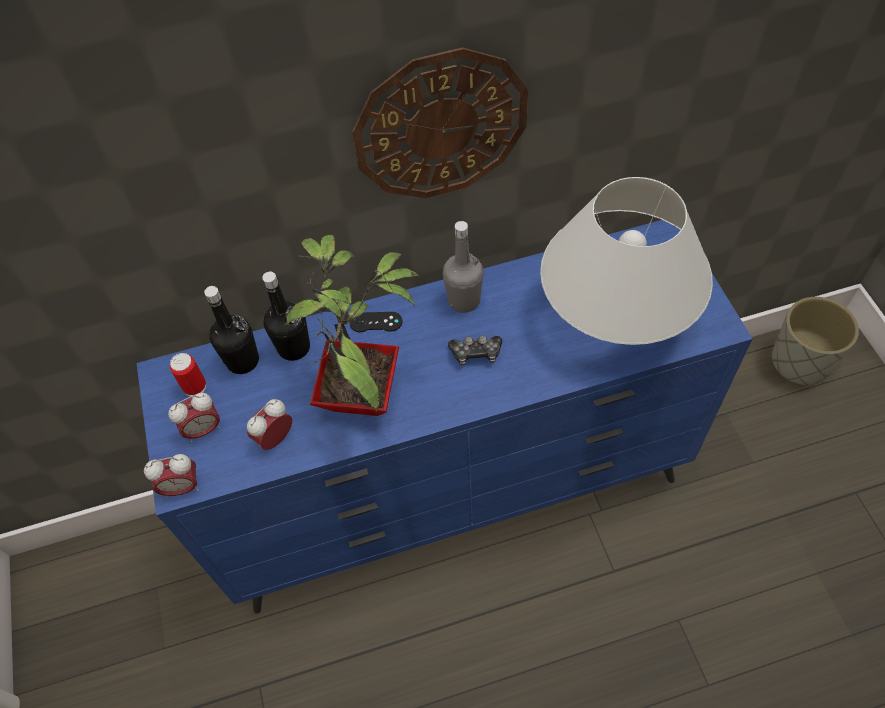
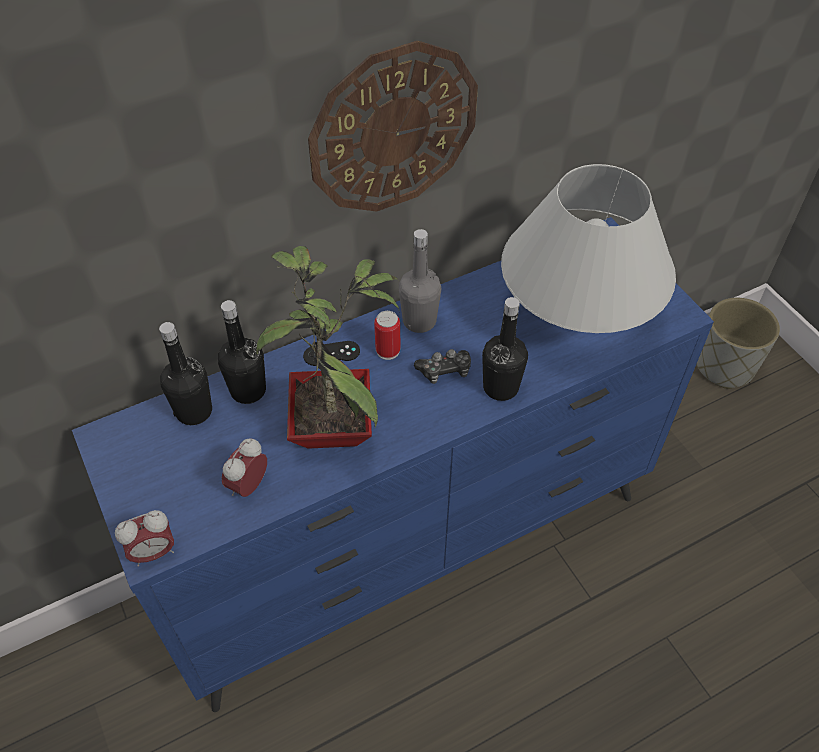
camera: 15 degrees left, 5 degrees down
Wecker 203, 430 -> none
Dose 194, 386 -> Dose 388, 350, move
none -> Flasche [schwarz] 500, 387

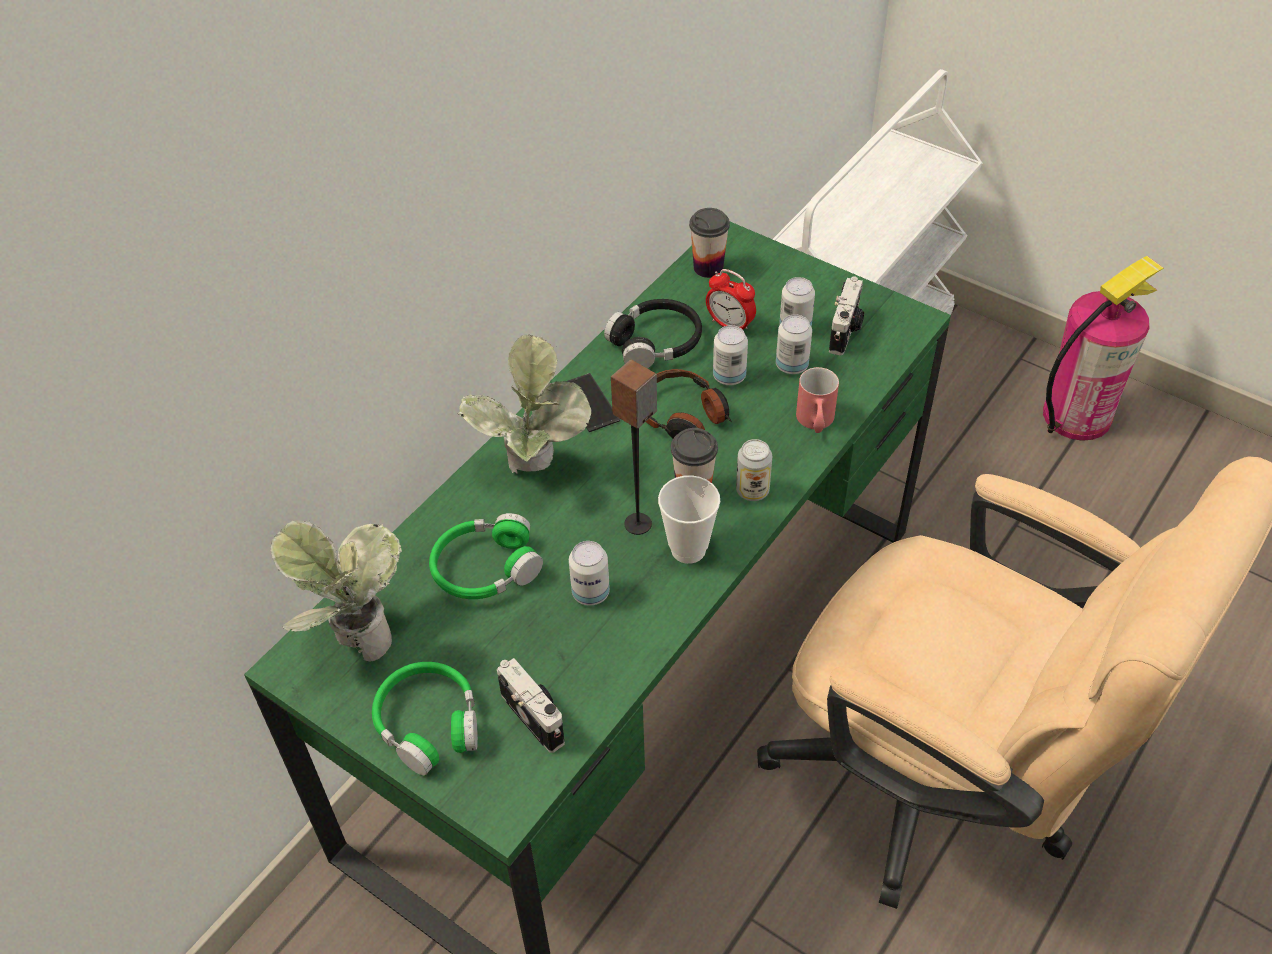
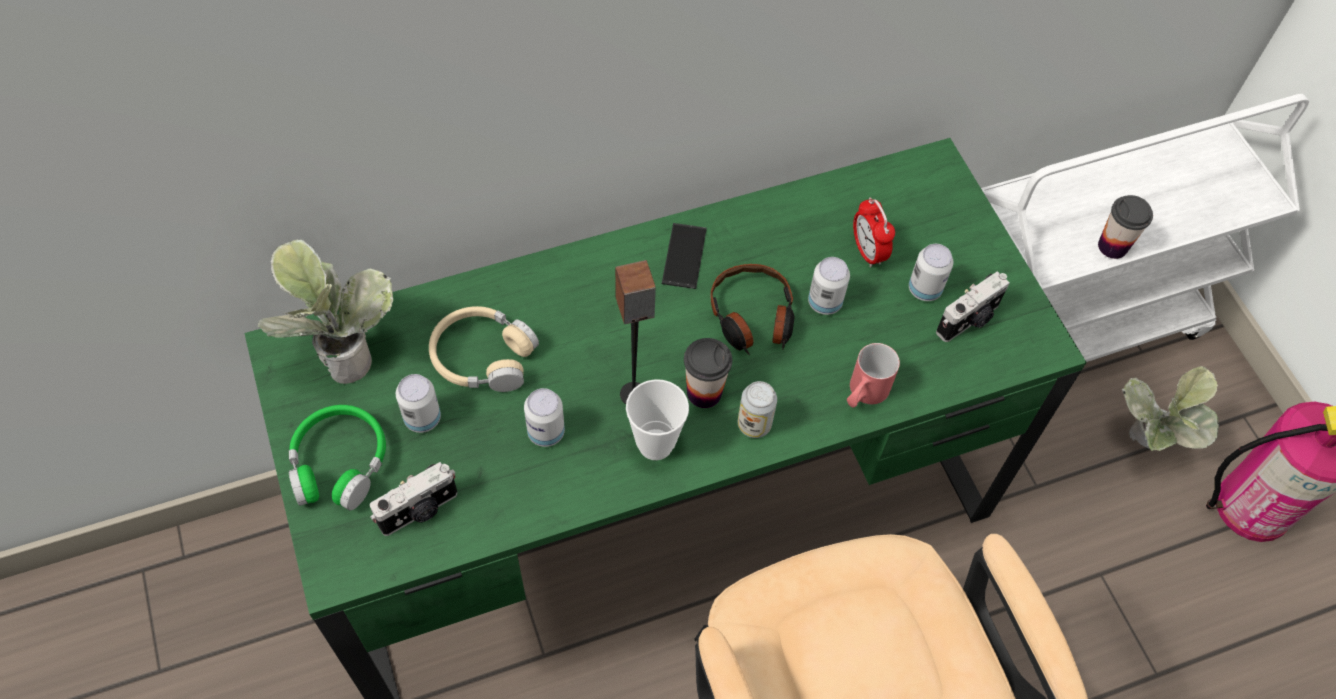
camera: 30 degrees right, 10 degrees up
Kopfhörer [grün] 485, 568 -> Kopfhörer [beige] 483, 357
Topfpflanze 534, 473 -> Topfpflanze 1145, 446, move
Kamera 535, 716 -> Kamera 419, 511, 60 degrees clockwise
Kopfhörer [schwarz] 655, 343 -> none
Tasse 708, 268 -> Tasse 1112, 246, move
Dose 791, 366 -> Dose 422, 418, move

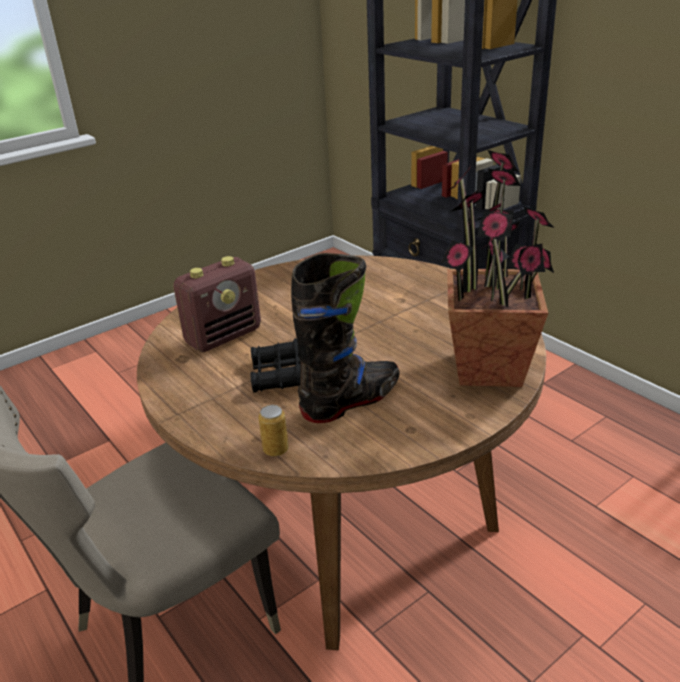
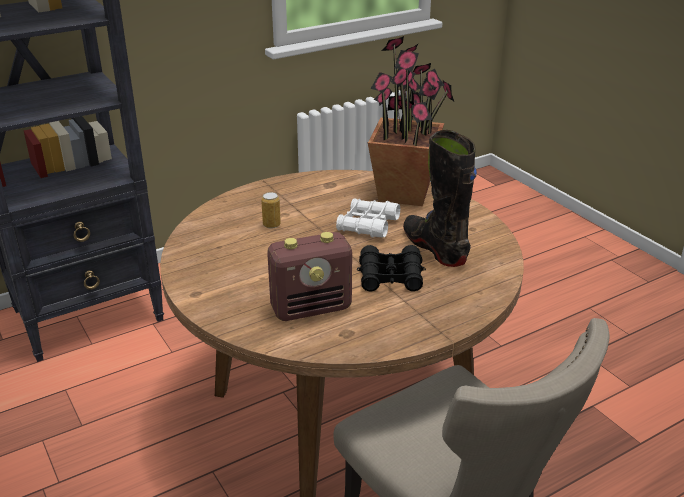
camera: 85 degrees left, 0 degrees up
Radio 224, 336 -> Radio 312, 308, 105 degrees clockwise
Dose 275, 450 -> Dose 271, 225, move
none -> Fernglas [weiß] 368, 225

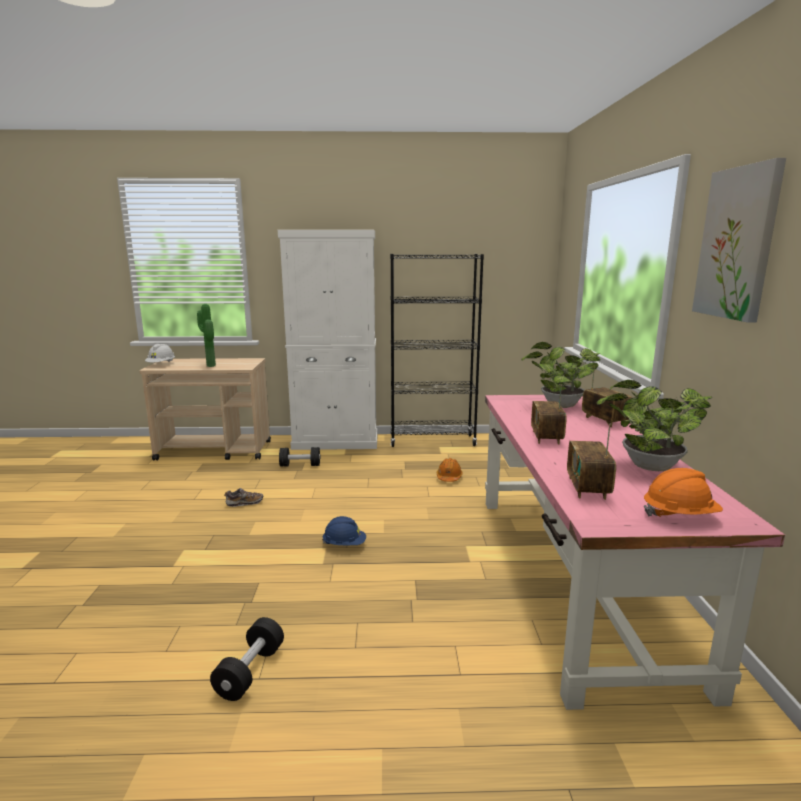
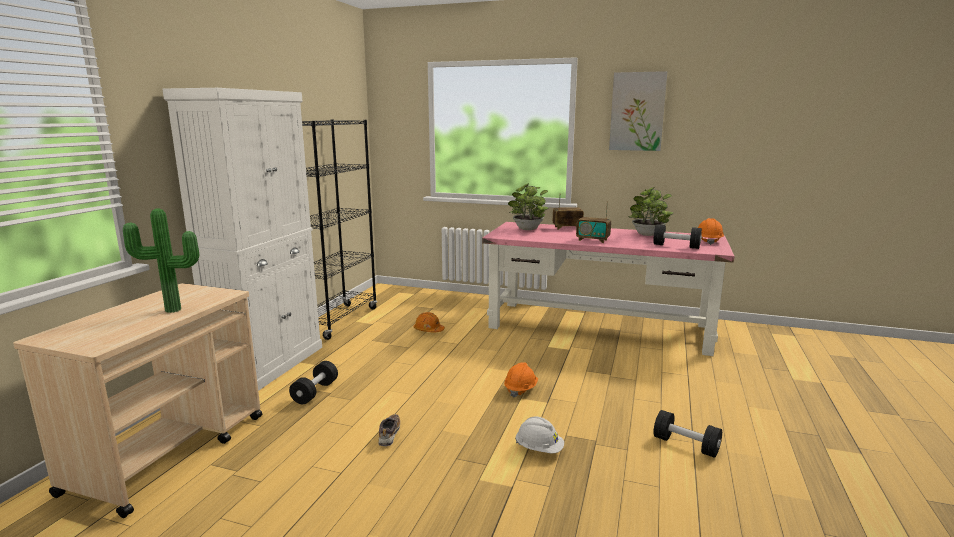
camera: 70 degrees left, 0 degrees up
Schutzhelm [weiß] 161, 365 -> Schutzhelm [weiß] 539, 449, move
Schutzhelm [blau] 344, 544 -> Schutzhelm [orange] 520, 389
Radio 587, 488 -> Hantel [schwarz] 676, 246

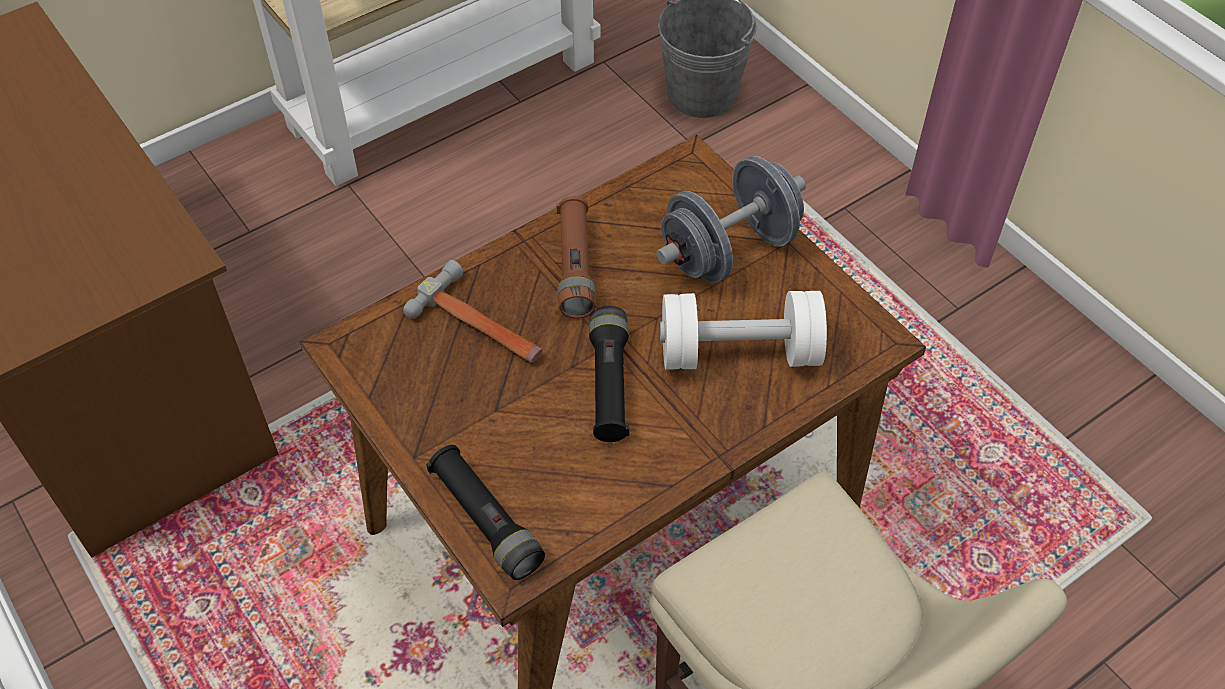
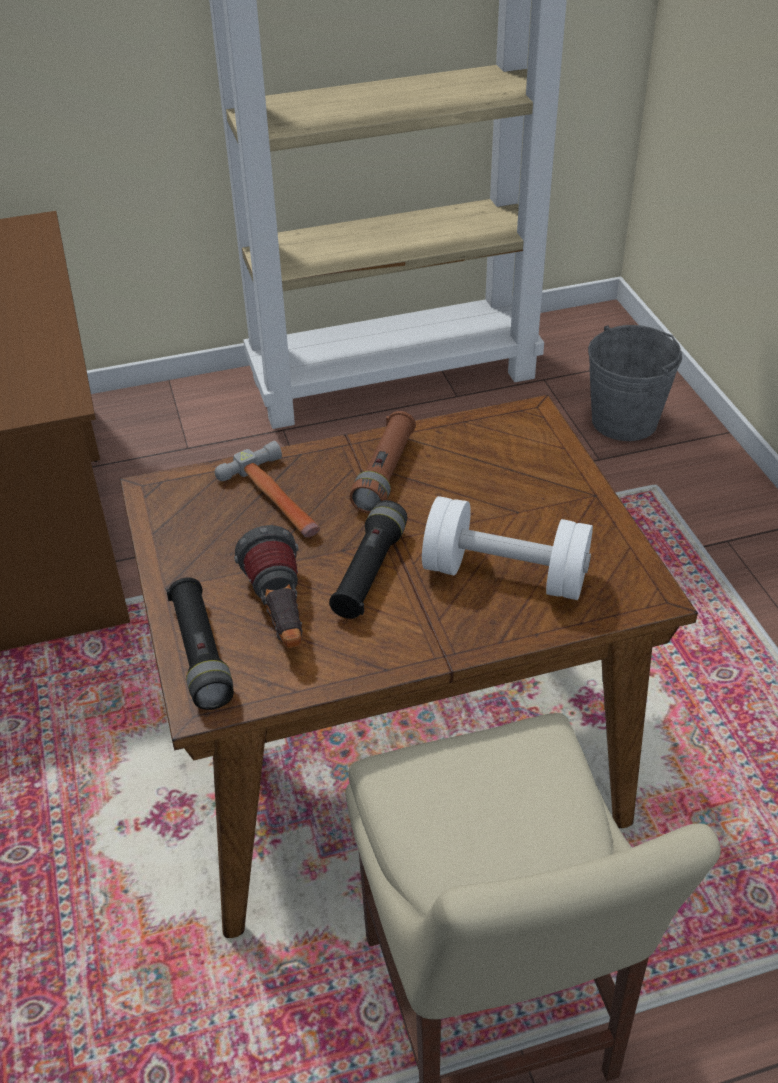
camera: 20 degrees right, 10 degrees down
Hantel [grau] 729, 250 -> none
none -> Taschenlampe 280, 614

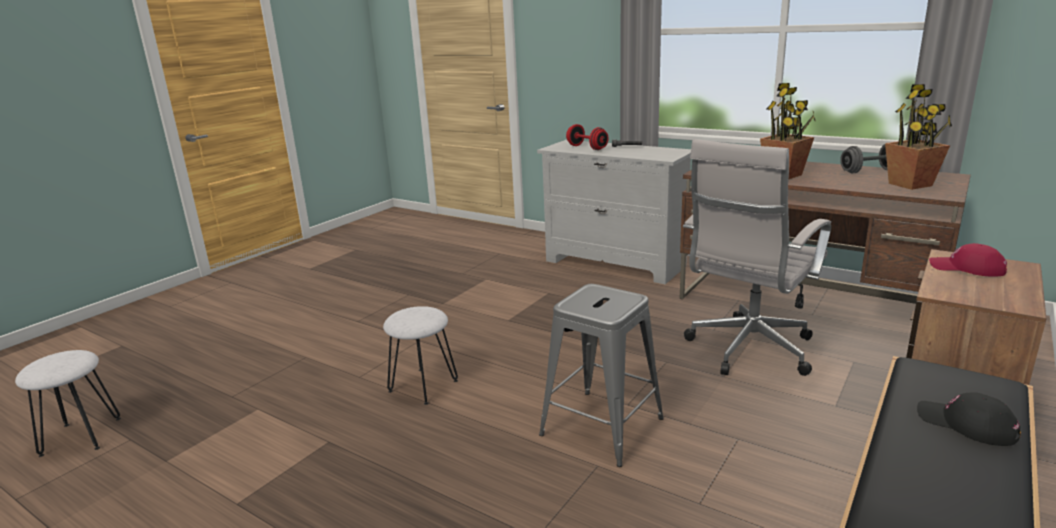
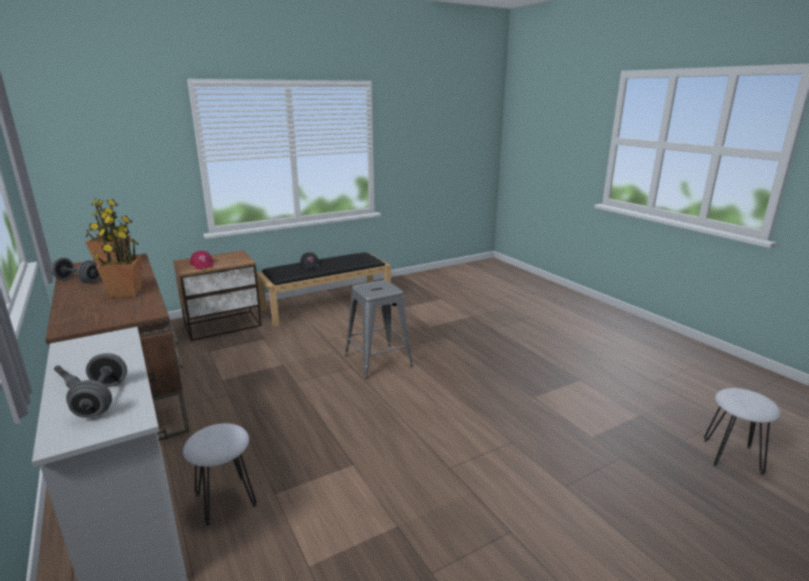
camera: 155 degrees left, 0 degrees up
Hocker [weiß] 423, 386 -> Hocker [weiß] 226, 499, move
Hantel [rot] 587, 147 -> Hantel [grau] 102, 399
Bürostuhl [weiß] 747, 351 -> none

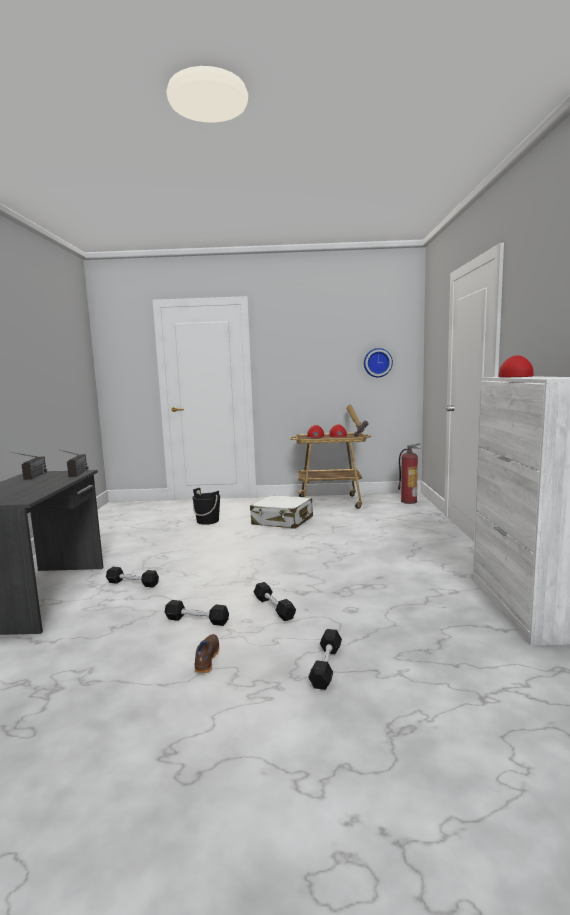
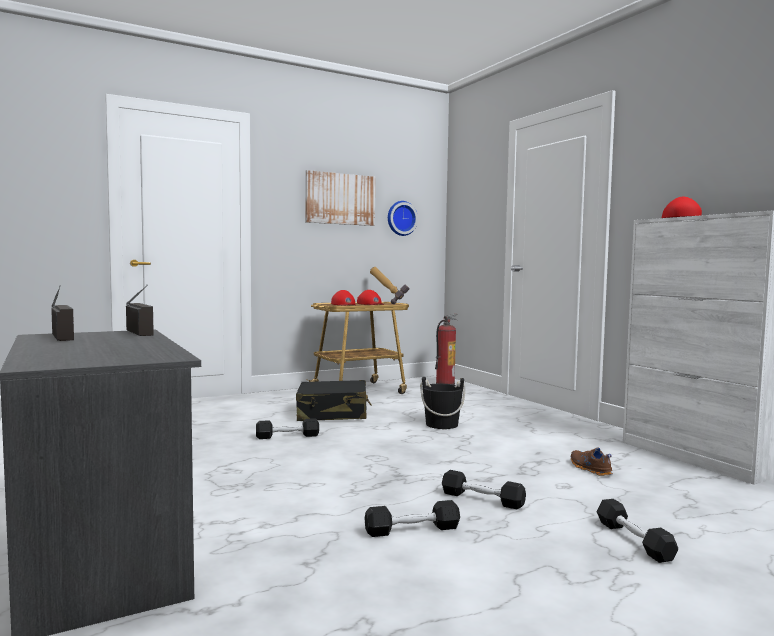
camera: 30 degrees left, 5 degrees down
Hantel [schwarz] 133, 583 -> Hantel [schwarz] 287, 436, move
Eimer [schwarz] 207, 521 -> Eimer [schwarz] 441, 424, move
Schuh [braun] 206, 659 -> Schuh [braun] 589, 469, move
Koffer [weiß] 282, 521 -> Koffer [schwarz] 333, 414
none -> Bild 340, 199

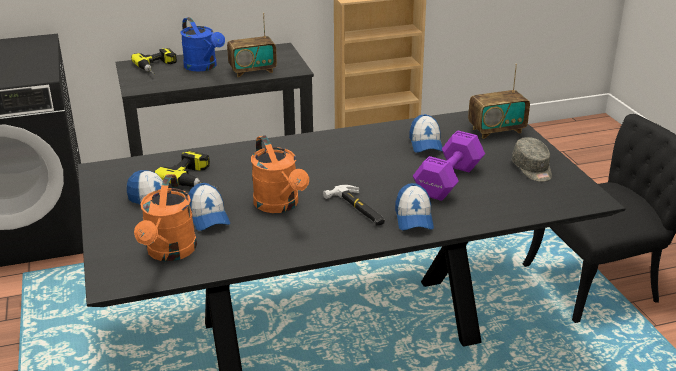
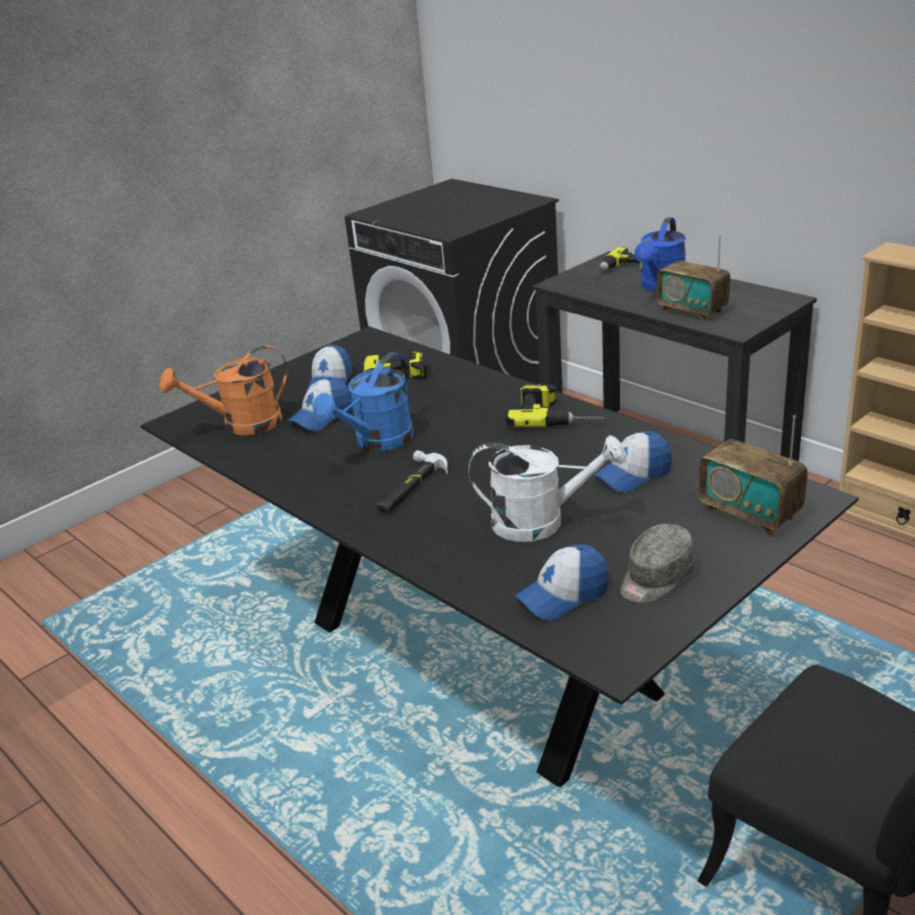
camera: 65 degrees right, 0 degrees up
Gießkanne [orange] 280, 205 -> Gießkanne [blau] 377, 442
Kappe 414, 218 -> Kappe 563, 595, move
Hantel [lila] 447, 181 -> Gießkanne [weiß] 541, 522
none -> Bohrmaschine 556, 414

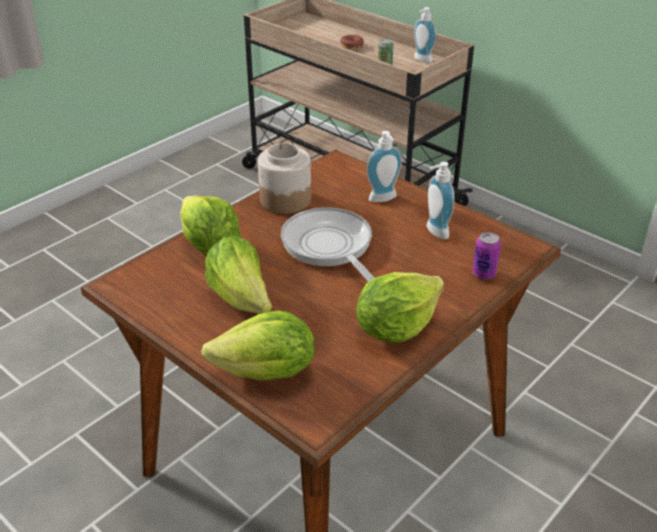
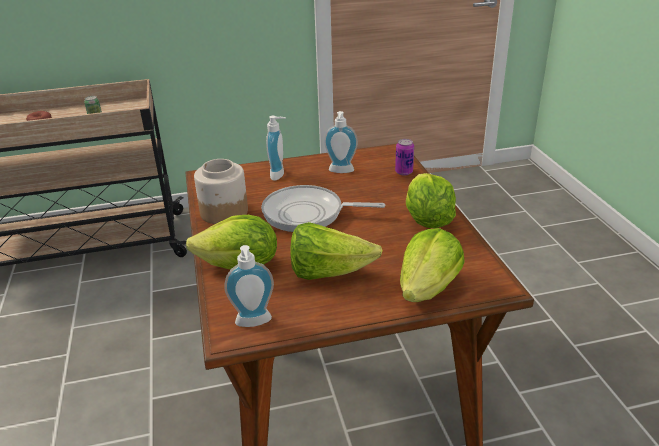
camera: 55 degrees left, 5 degrees down
Seifenspender 421, 60 -> Seifenspender 254, 323, move

